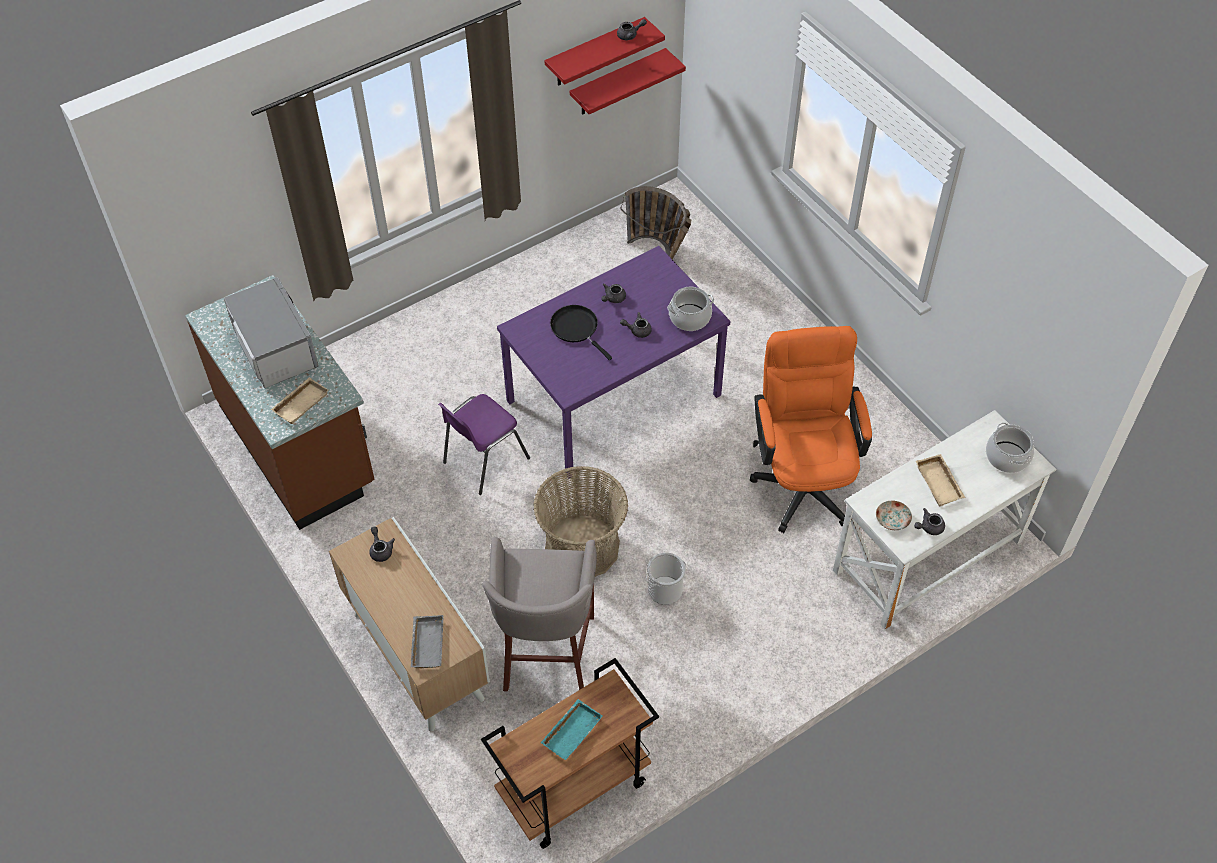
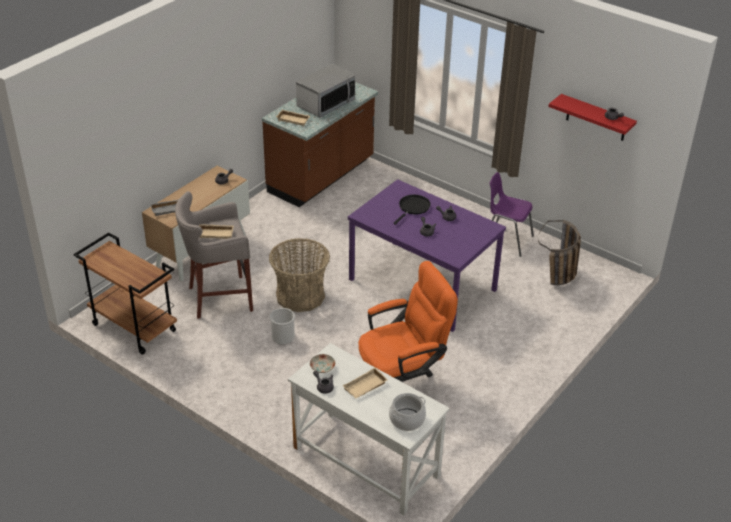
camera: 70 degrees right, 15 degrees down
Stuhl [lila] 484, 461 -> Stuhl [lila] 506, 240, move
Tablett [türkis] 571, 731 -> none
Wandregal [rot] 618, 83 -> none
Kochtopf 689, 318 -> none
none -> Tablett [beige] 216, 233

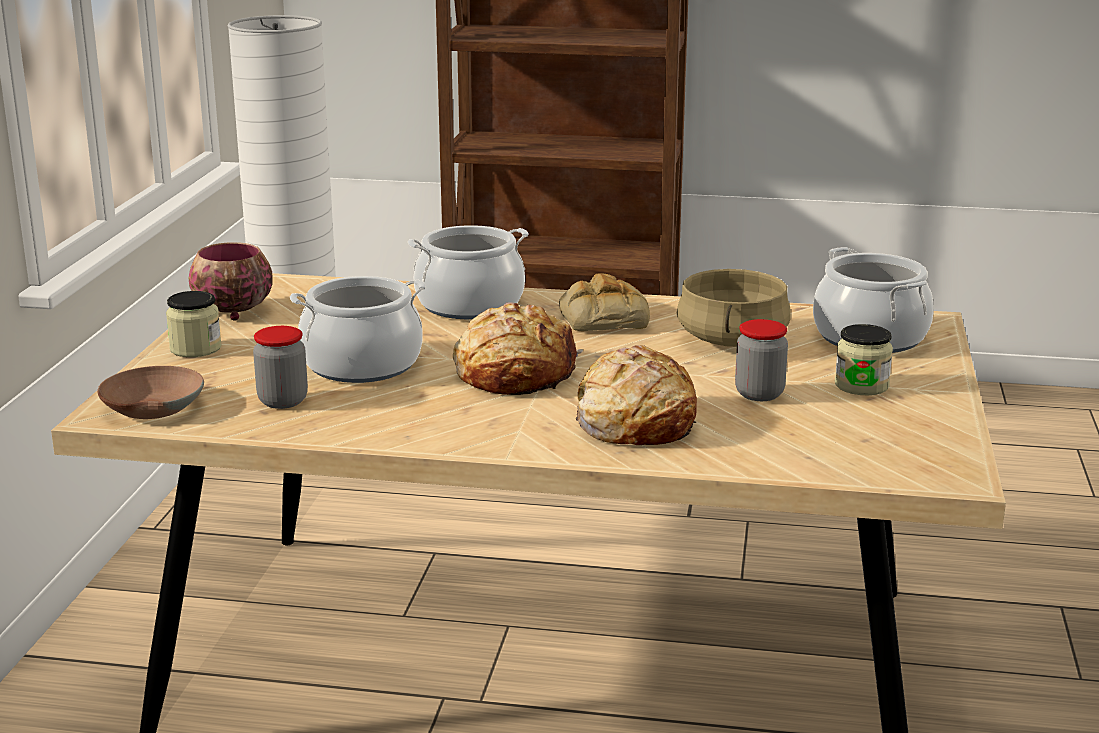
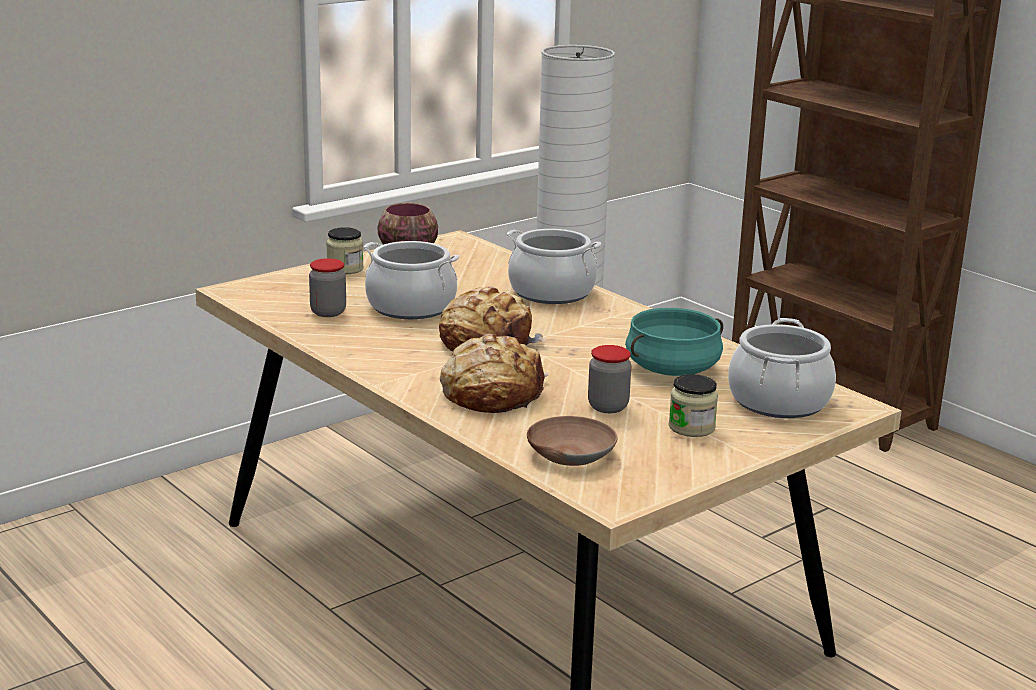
camera: 40 degrees right, 0 degrees up
Schüssel [braun] 151, 407 -> Schüssel [braun] 570, 453, move
Brot 602, 317 -> none
Kochtopf [beige] 733, 340 -> Kochtopf [türkis] 672, 369

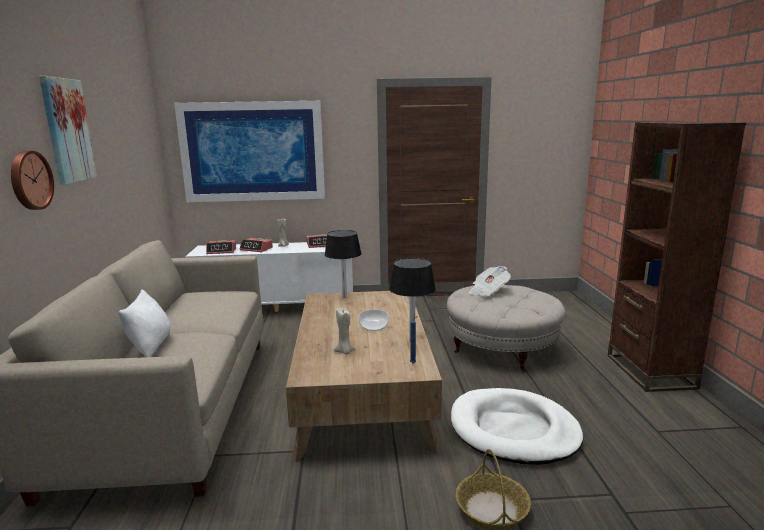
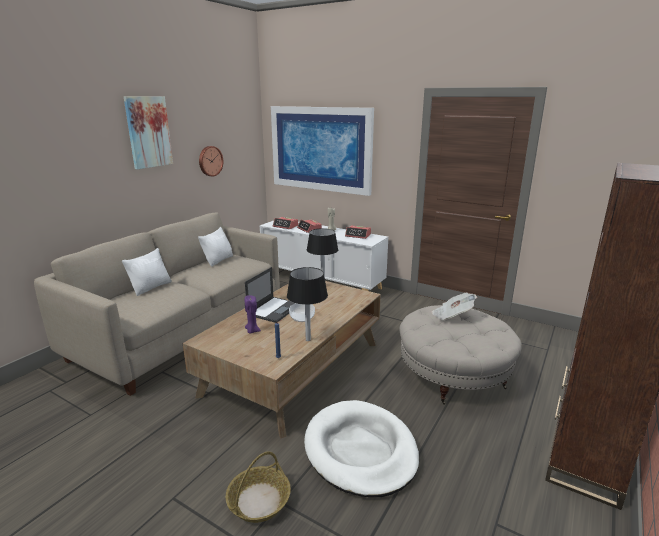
camera: 35 degrees right, 5 degrees up
Wanduhr 29, 180 -> Wanduhr 210, 161, move
Kerze [beige] 344, 352 -> Kerze [lila] 252, 331
none -> Kissen [weiß] 218, 260
none -> Laptop 274, 309

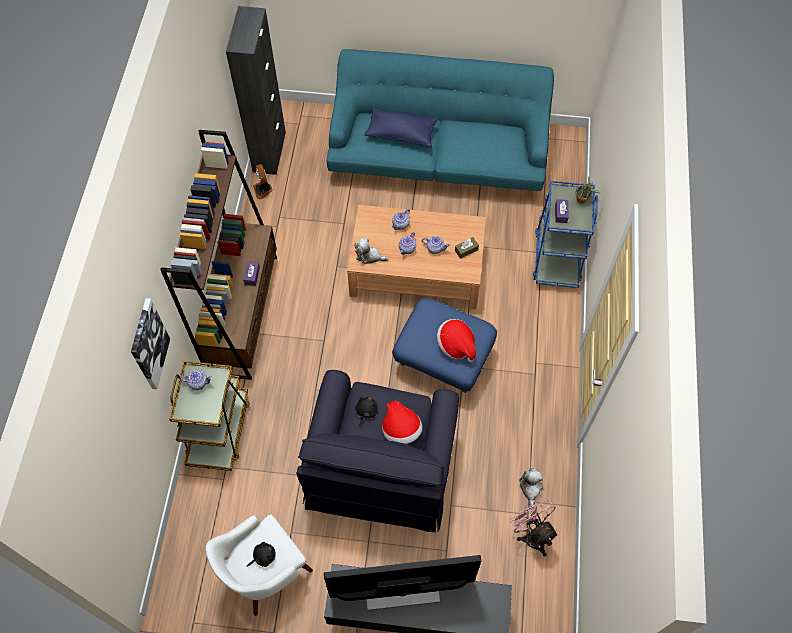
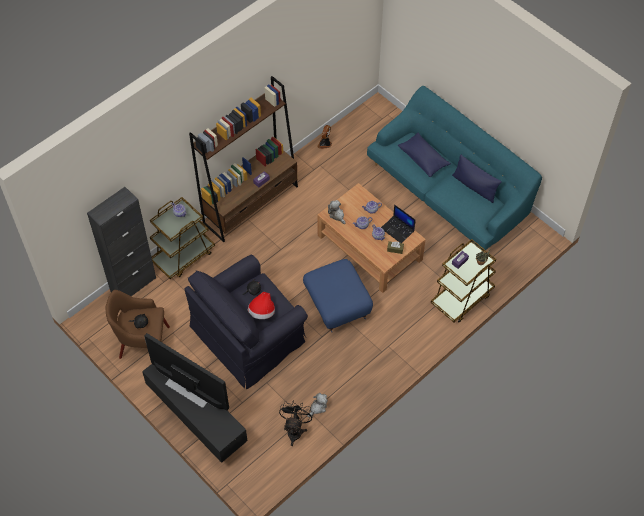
camera: 40 degrees right, 5 degrees down
Bild 148, 344 -> none
Sessel [weiß] 265, 572 -> Sessel [braun] 142, 342
Schrank [schwarz] 269, 152 -> Schrank [schwarz] 133, 284, move
Hut 456, 345 -> none
Ventilator [rosa] 532, 534 -> Ventilator [schwarz] 295, 430
Rollwagen [blau] 557, 257 -> Rollwagen [braun] 461, 298
none -> Laptop 398, 229
none -> Kissen [blau] 474, 187

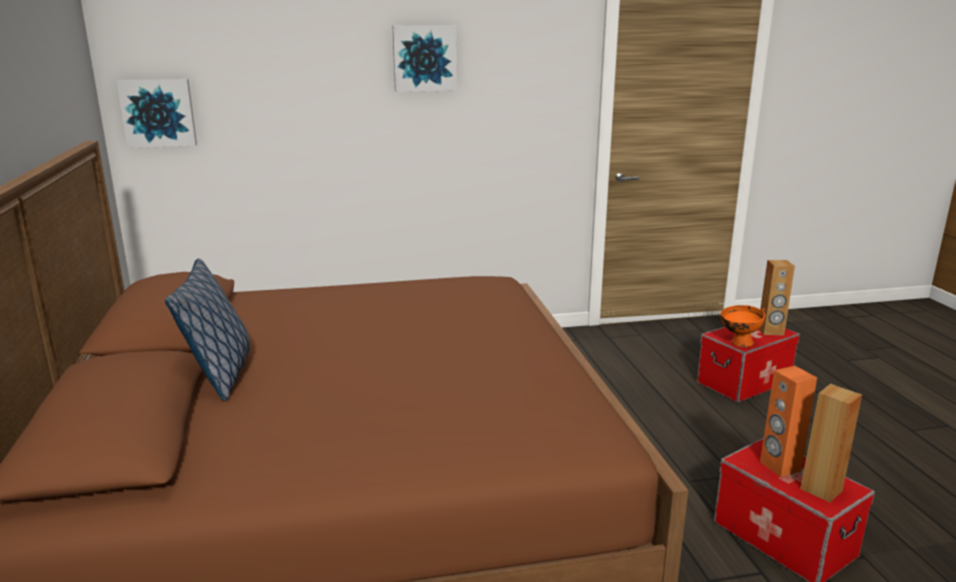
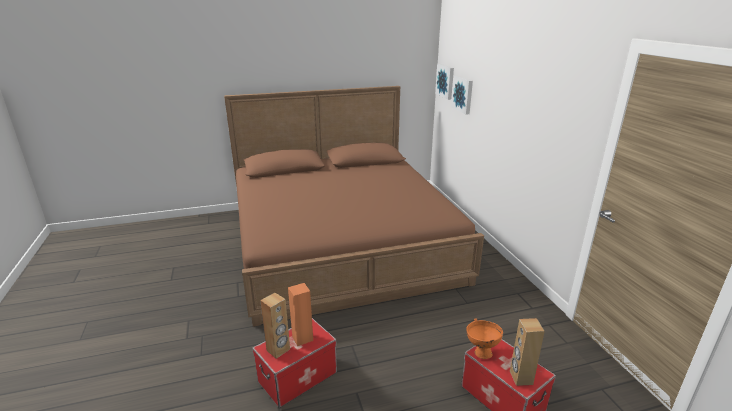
camera: 85 degrees right, 5 degrees up
Kissen 220, 376 -> none
Bild 424, 58 -> Bild 463, 94, move

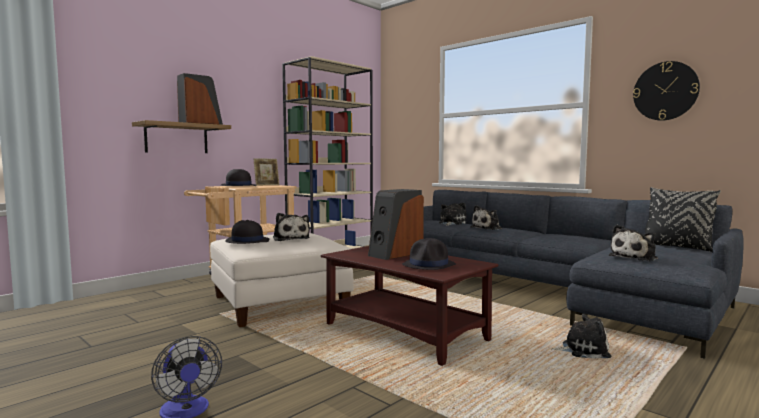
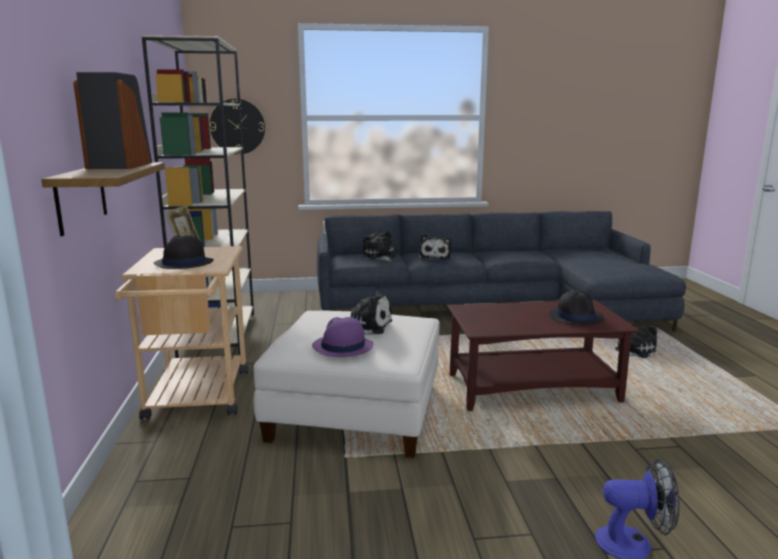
camera: 50 degrees left, 10 degrees up
Hut [schwarz] 247, 241 -> Hut [lila] 342, 347
Lautsprecher 395, 254 -> none
Plüschtier 635, 257 -> none
Wanduhr 665, 91 -> Wanduhr 237, 126, move
Kissen [schwarz] 676, 247 -> none

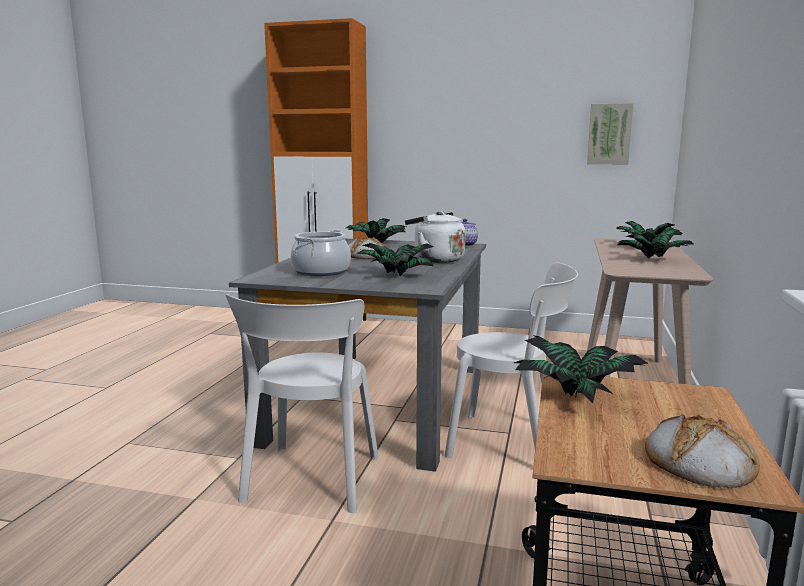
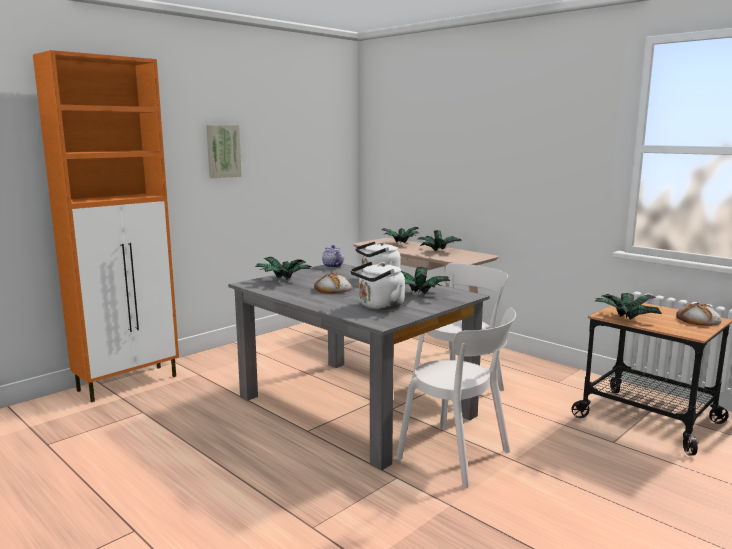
camera: 60 degrees left, 0 degrees up
Kochtopf 321, 271 -> Wasserkessel [weiß] 379, 306
Bild 609, 134 -> Bild 223, 151, move

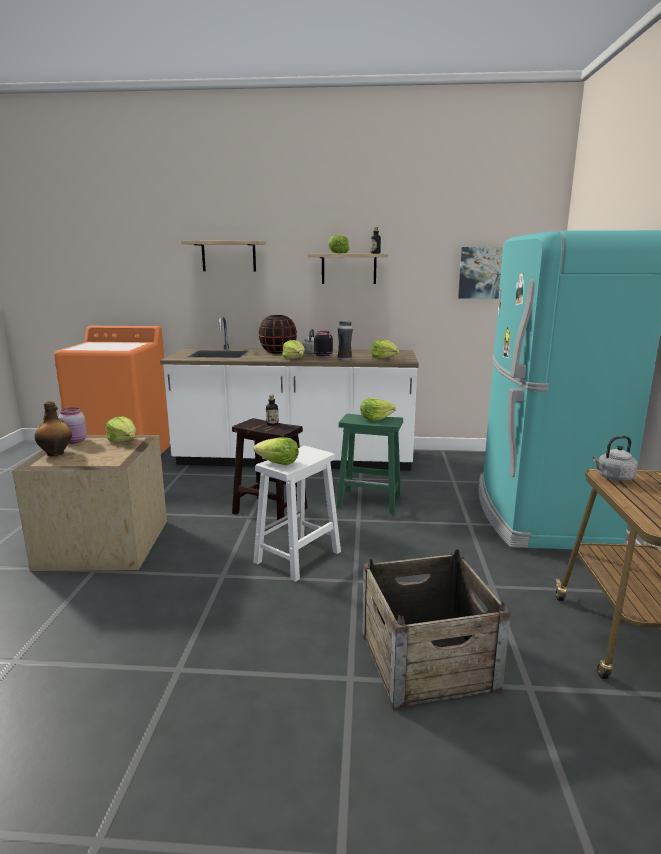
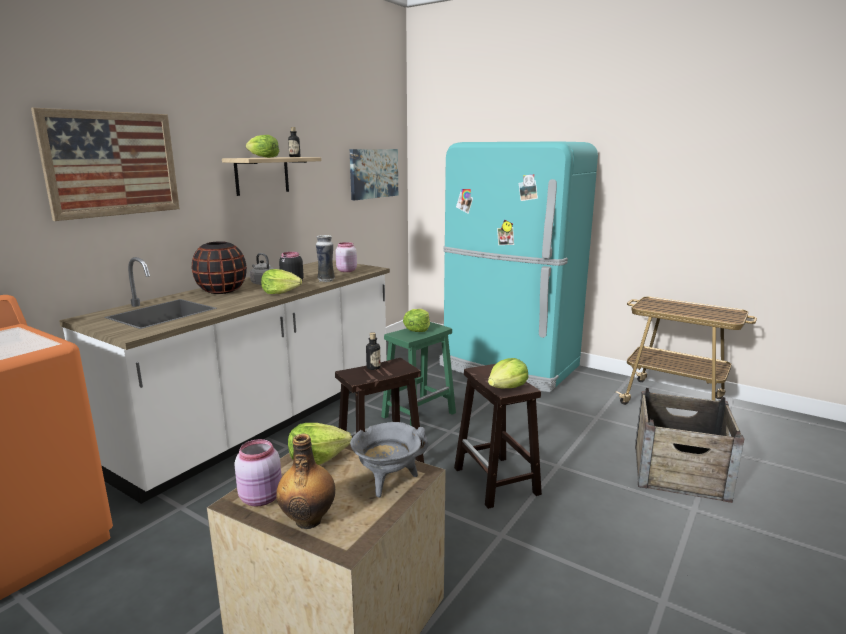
camera: 60 degrees left, 0 degrees up
Wandregal 228, 256 -> Bild 112, 164
Hocker [weiß] 297, 558 -> Hocker [braun] 497, 481
Salatkopf 384, 358 -> Vorratsglas [rosa] 346, 270
Wasserkessel [grau] 613, 478 -> none
none -> Kochtopf [grau] 388, 481

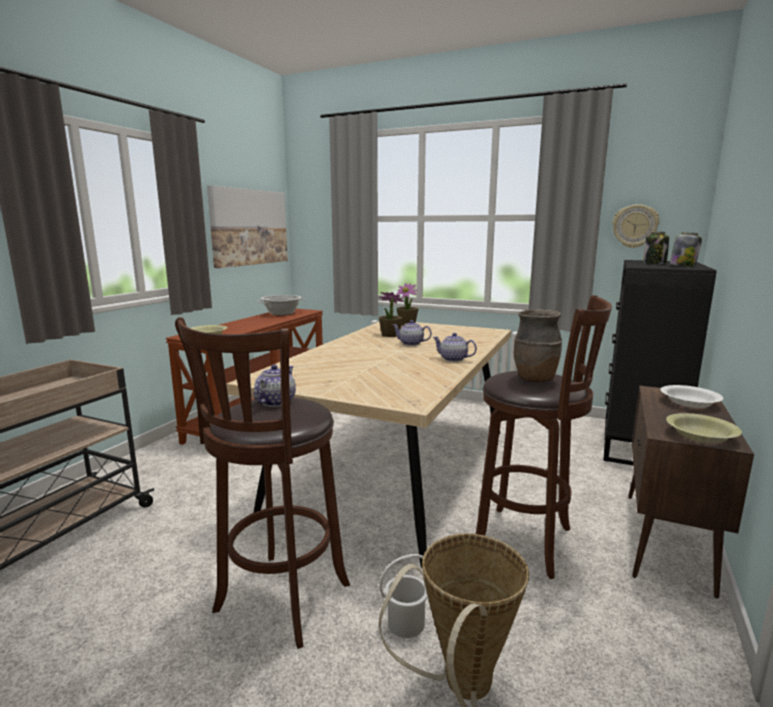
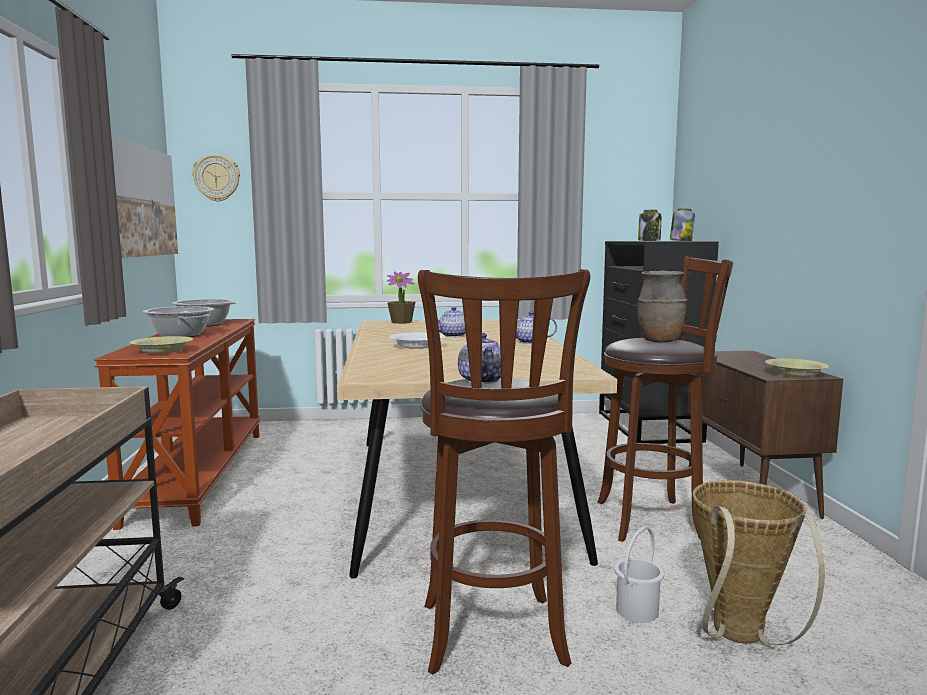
camera: 30 degrees left, 5 degrees down
Topfpflanze 390, 335 -> none
Wanduhr 634, 226 -> Wanduhr 217, 178, move
Schüssel [weiß] 689, 403 -> Schüssel [weiß] 417, 346, move
none -> Kochtopf 181, 335

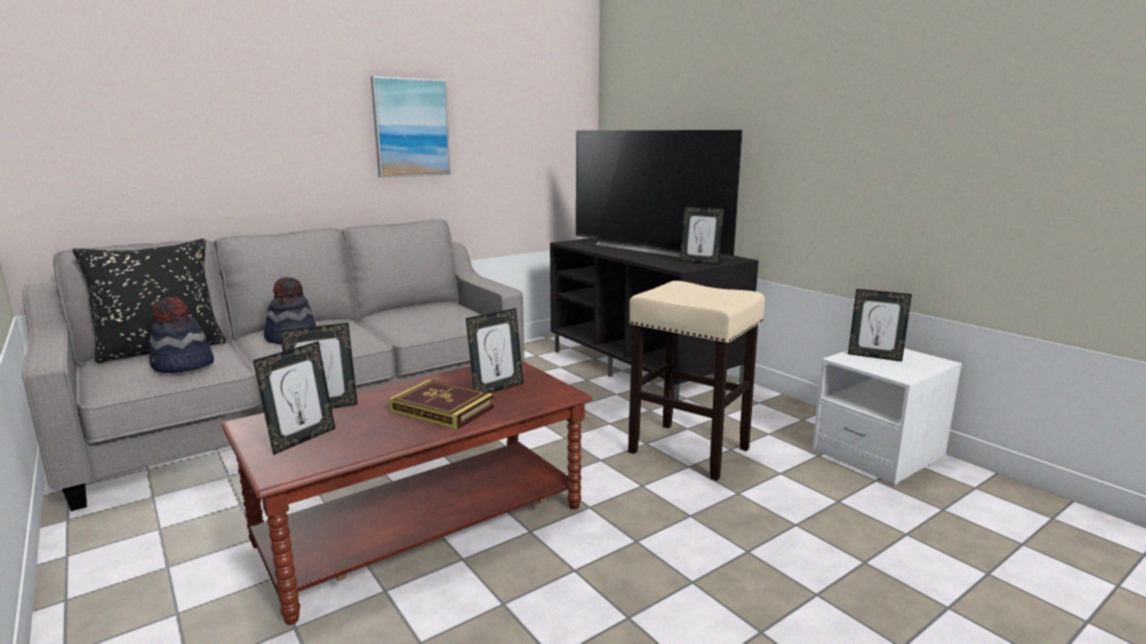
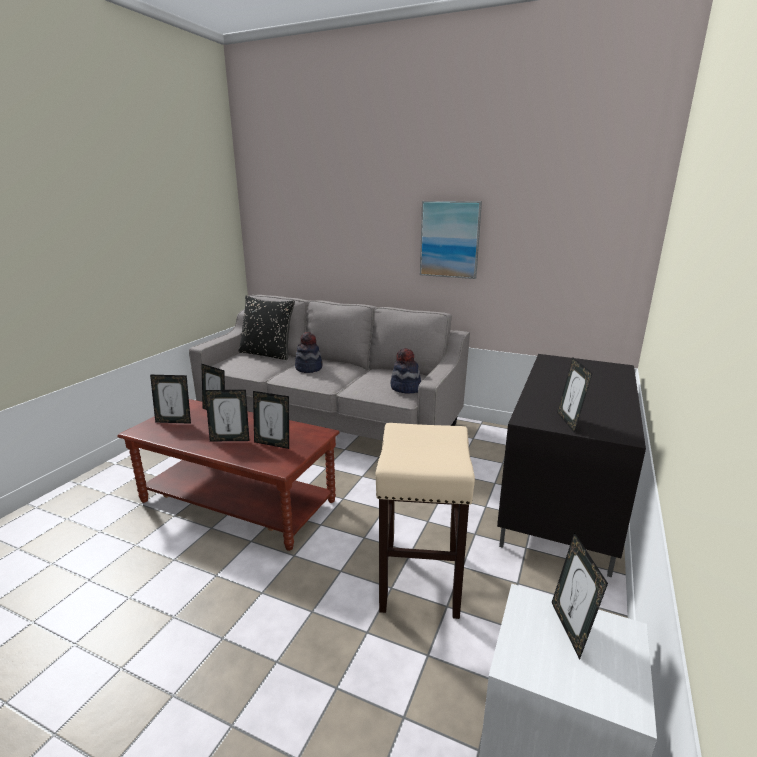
camera: 60 degrees right, 5 degrees up
Hut 182, 366 -> Hut 405, 388, move
Buch 442, 409 -> Bilderrahmen 230, 439
Fernseher 651, 249 -> none

